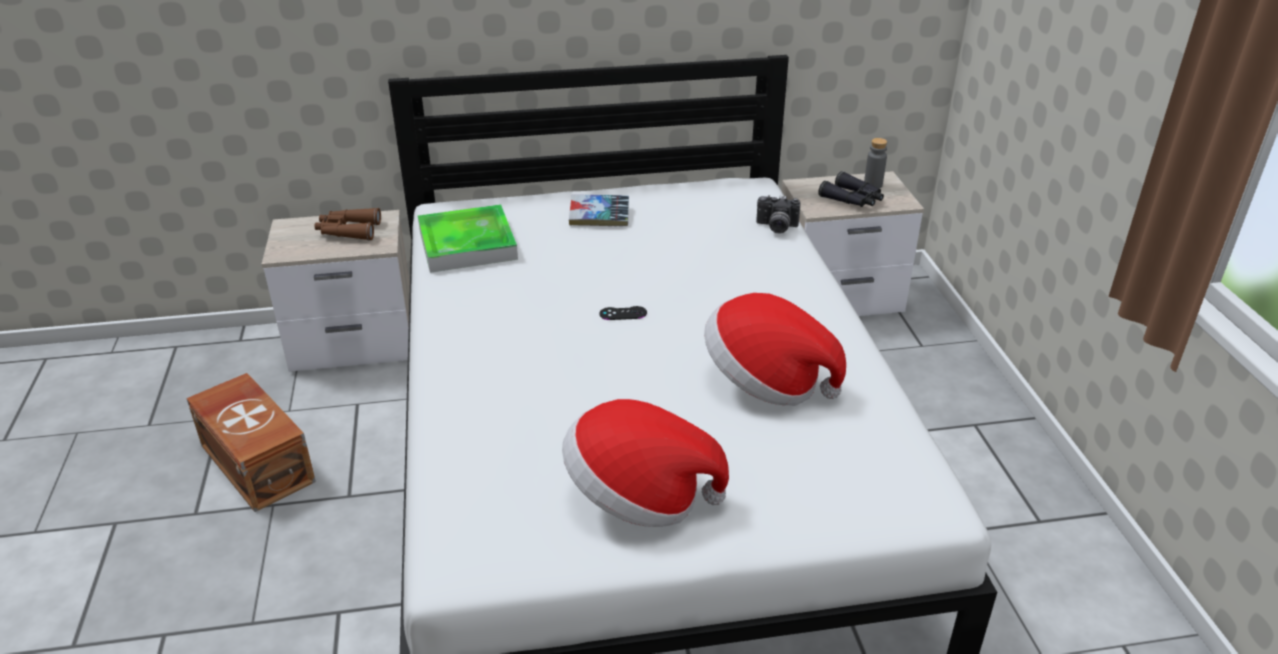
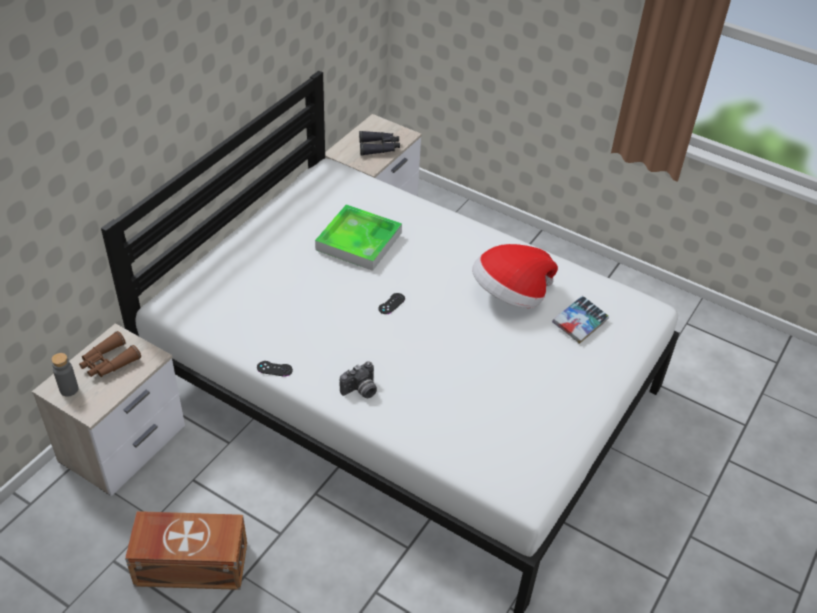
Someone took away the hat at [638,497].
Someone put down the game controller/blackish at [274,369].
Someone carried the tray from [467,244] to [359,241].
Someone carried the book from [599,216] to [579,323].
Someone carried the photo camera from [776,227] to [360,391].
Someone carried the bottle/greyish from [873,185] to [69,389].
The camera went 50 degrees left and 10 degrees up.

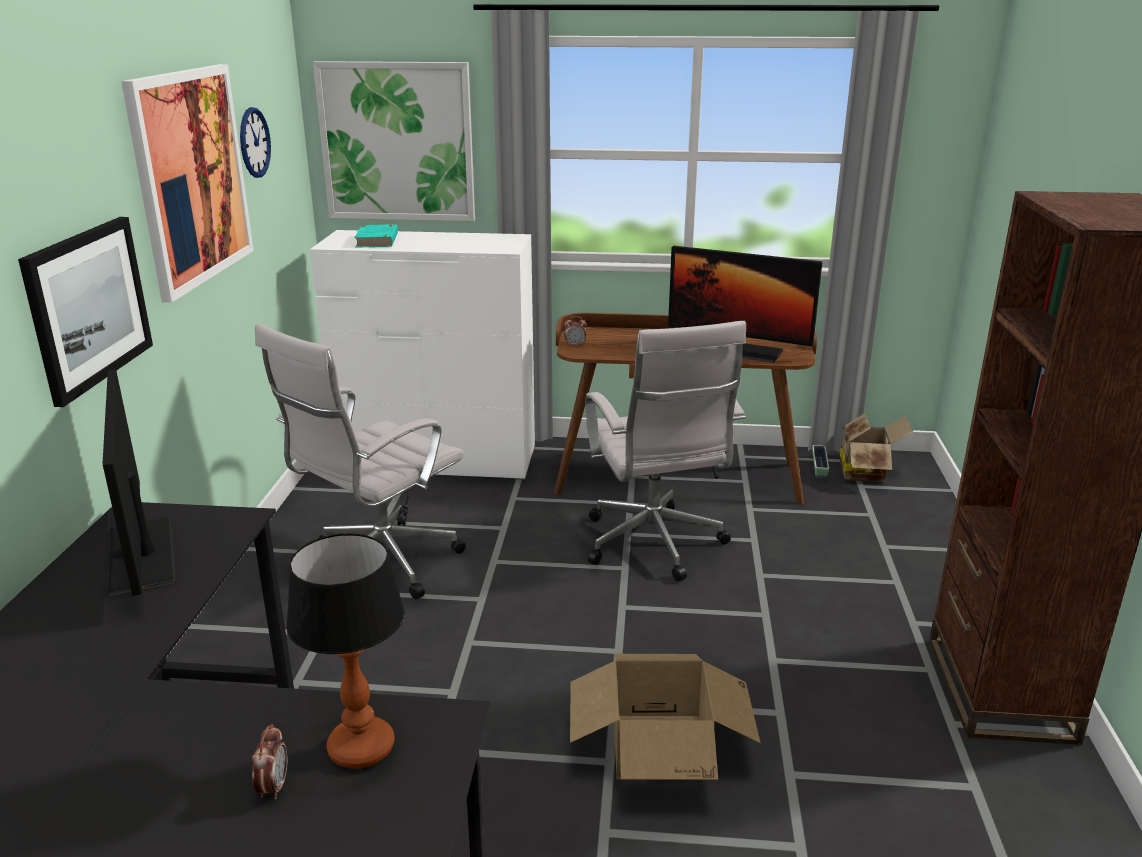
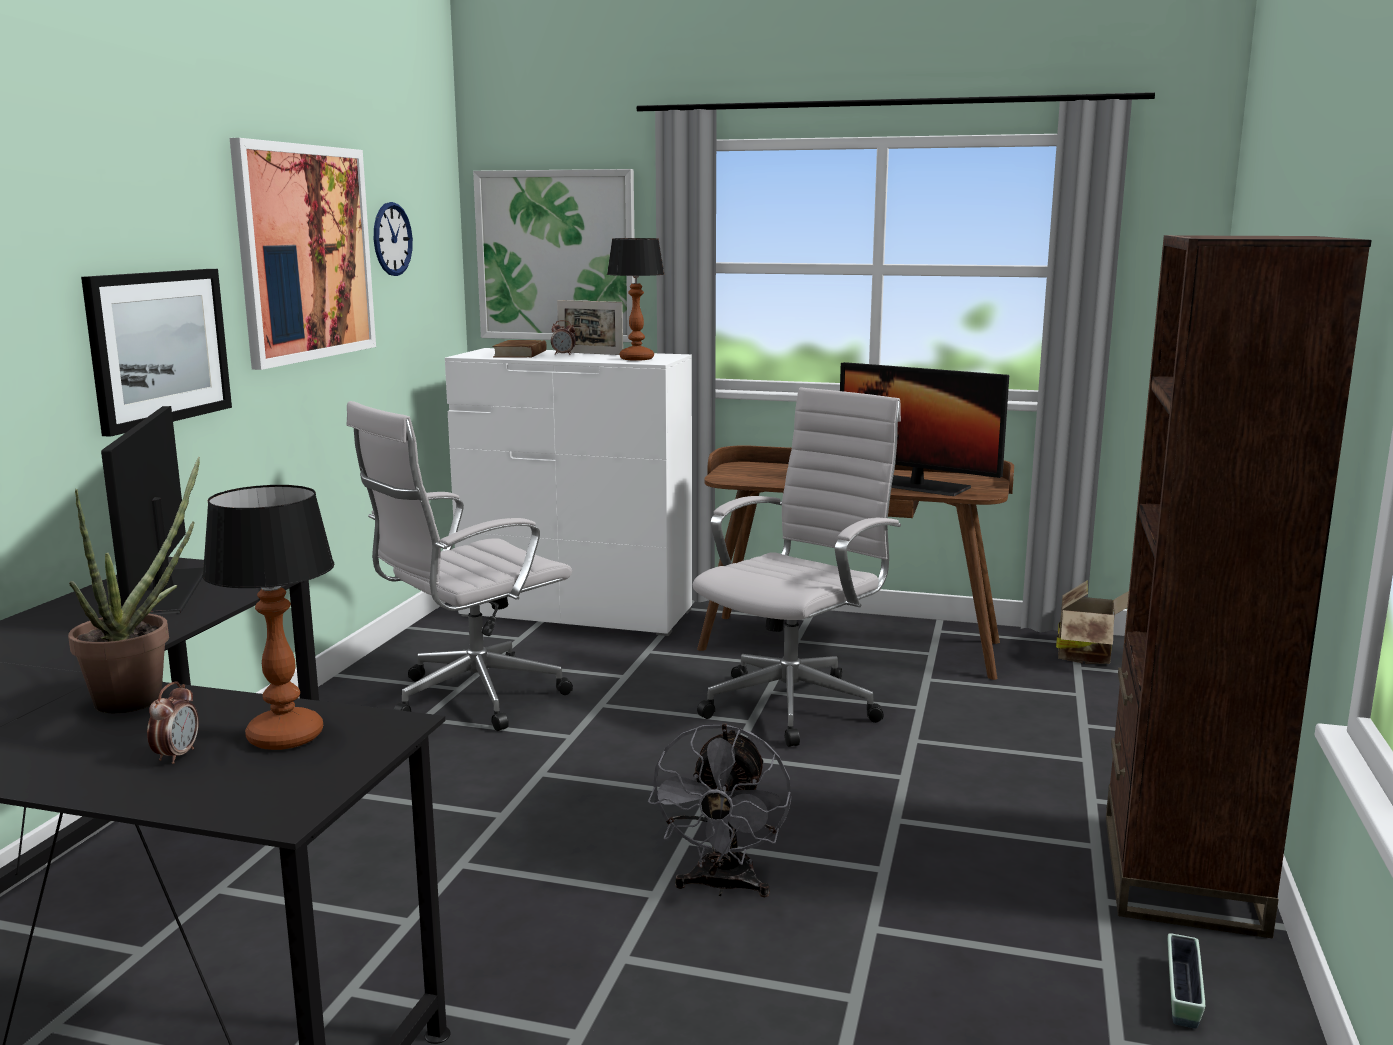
Someone put down the potted plant at [142,696].
Someone put down the photo frame at [590,353].
Someone put down the lamp for a table at [636,358].
Someone carried the bedside clock from [575,345] to [563,354].
Someone carried the plant pot from [819,468] to [1182,994].
Someone swapped the carton at [660,746] for the fan/greyish at [723,886].
Someone repainted the book/turquoise-coloured at [377,240], which became the book/brown at [520,354].
Someone rotated the office chair/white at [655,546] by 135 degrees counterclockwise.
The camera went 10 degrees right and 10 degrees down.

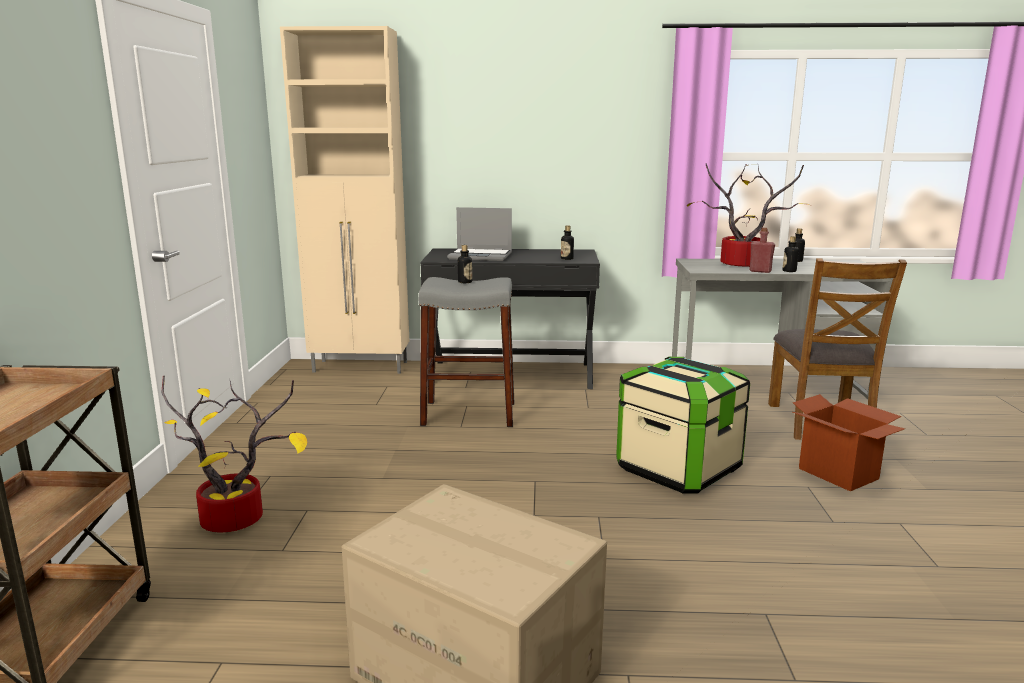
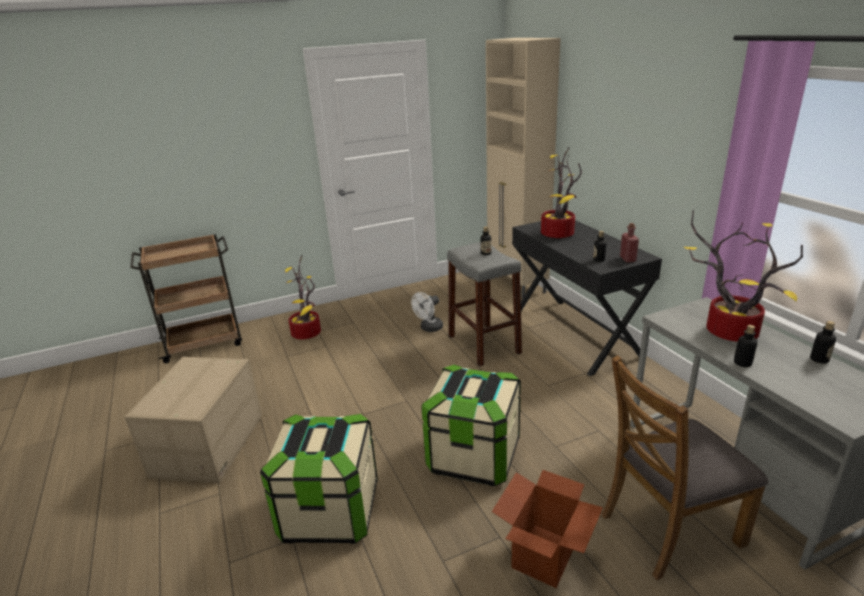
Someone put down the storage bin at [330,512].
Someone put down the fan/white at [429,328].
Someone carried the bottle/reddish from [760,271] to [627,259].
Someone swapped the portable computer at [481,256] for the potted plant at [560,235].
The camera went 65 degrees right and 10 degrees up.

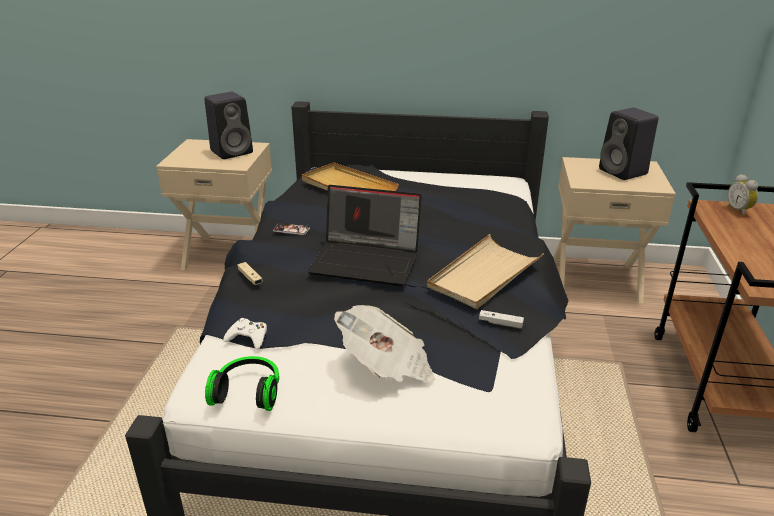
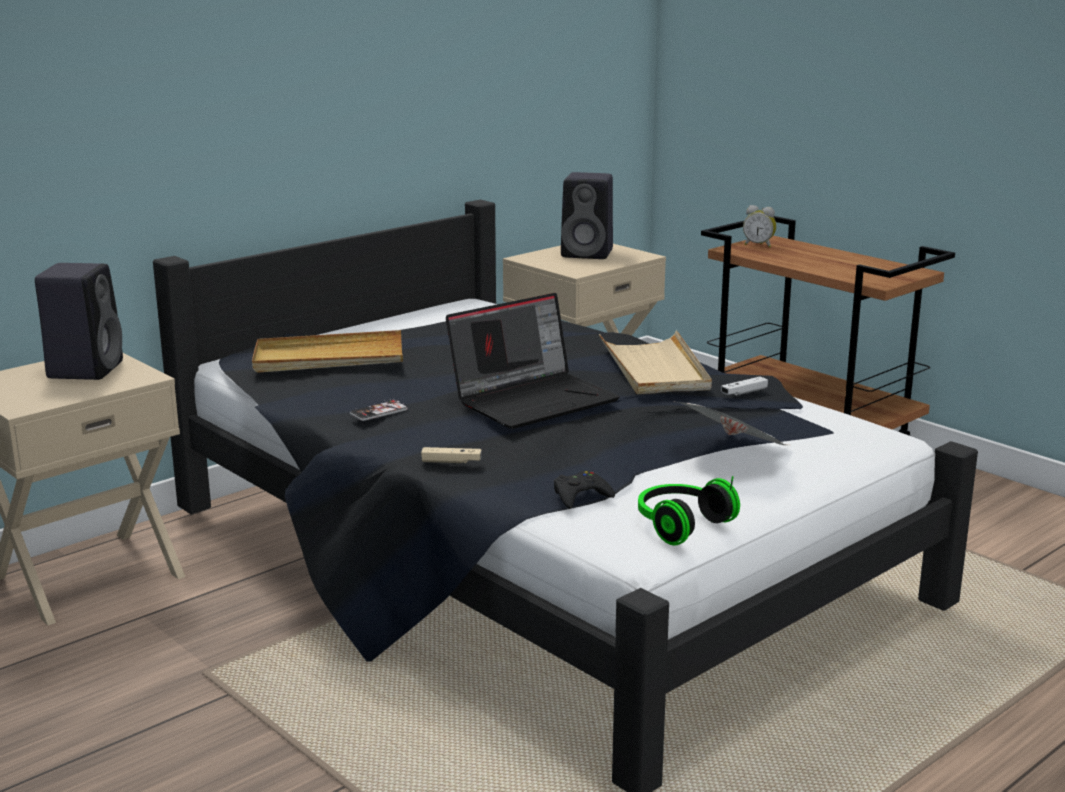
Someone repainted the game controller/white at [248,337], which became the game controller/blackish at [580,496].
The camera went 50 degrees left and 10 degrees down.

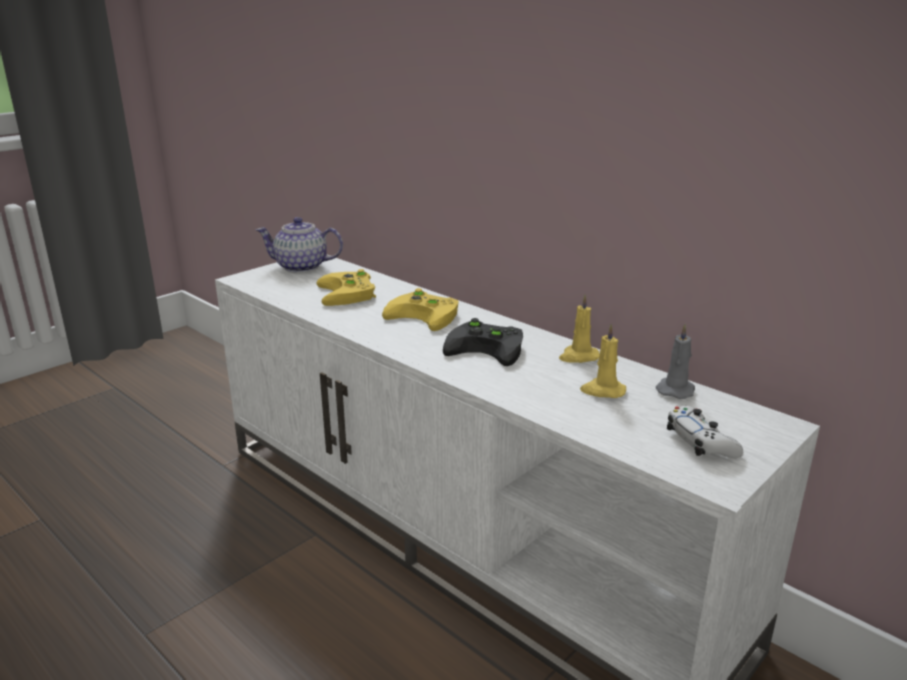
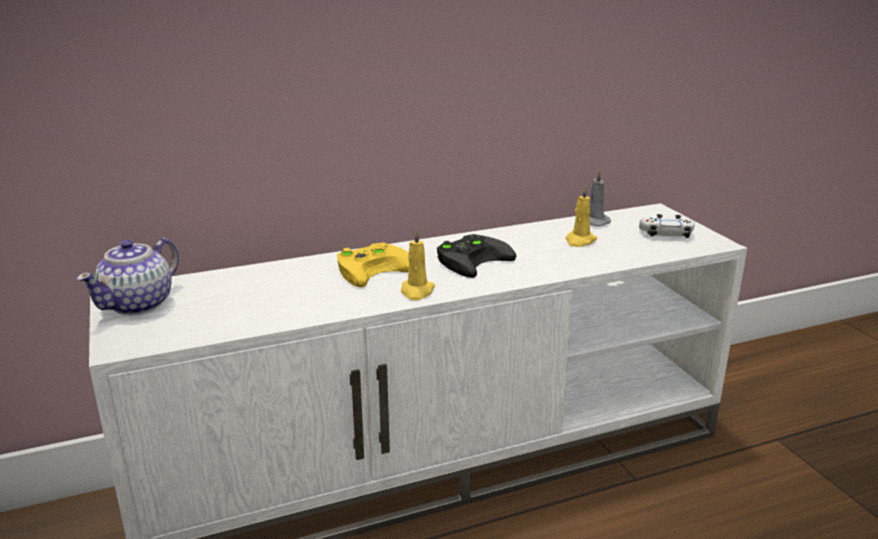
Someone took away the game controller/yellow at [349,294].
Someone carried the wax candle/yellow from [578,357] to [417,291].
The camera went 65 degrees left and 0 degrees up.

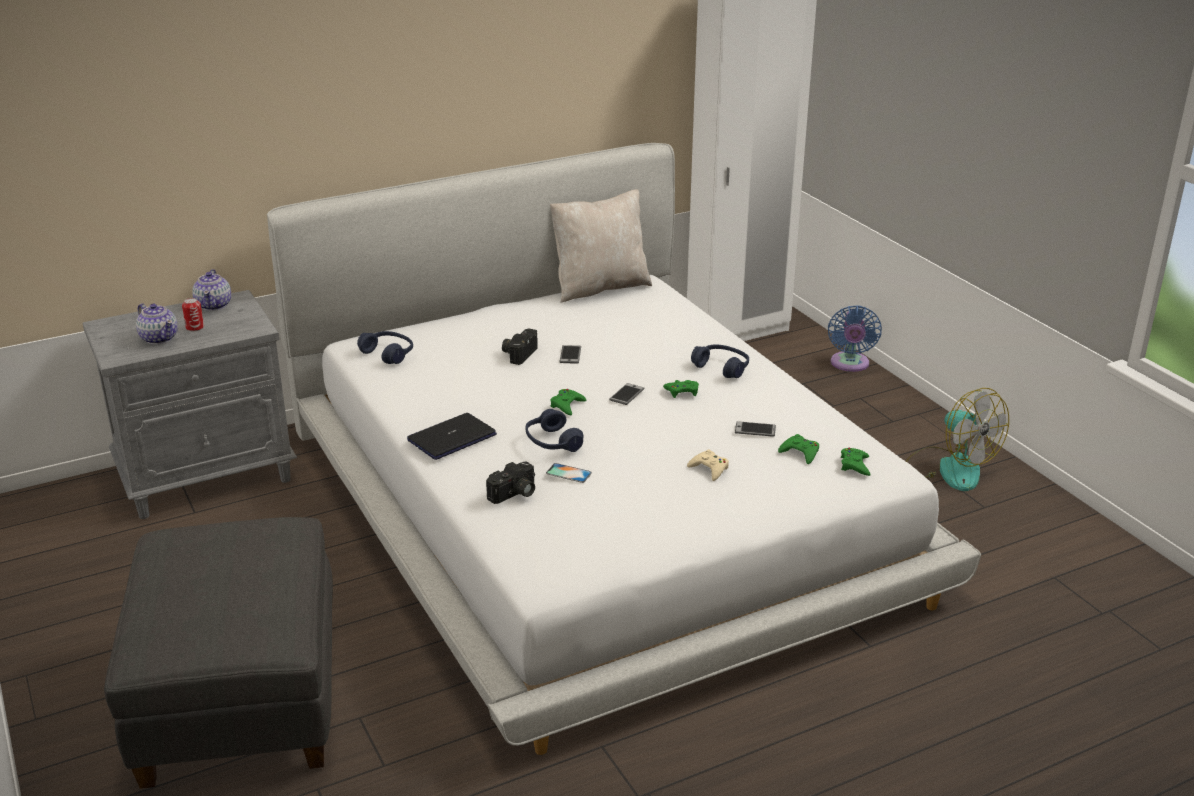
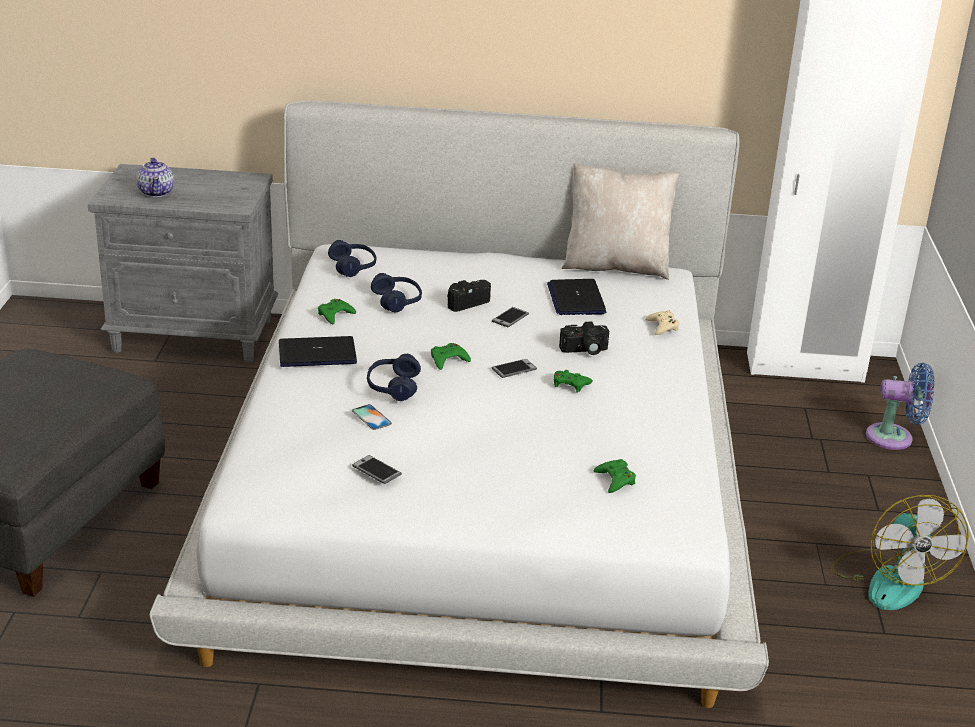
Someone took away the metal can at [195,327].
Someone took away the tea pot at [214,305].
Someone put down the portable computer at [576,299].
Someone carried the photo camera from [514,494] to [584,350].
Someone carried the game controller/sand-coloured from [709,469] to [662,326].
Someone carried the headphones/blue from [721,368] to [397,301].
Someone carried the telephone from [755,430] to [376,470].
Someone carried the game controller/greenish from [855,465] to [335,315].
Someone rotated the fan/blue at [849,364] by 120 degrees counterclockwise.
The camera went 30 degrees right and 0 degrees up.

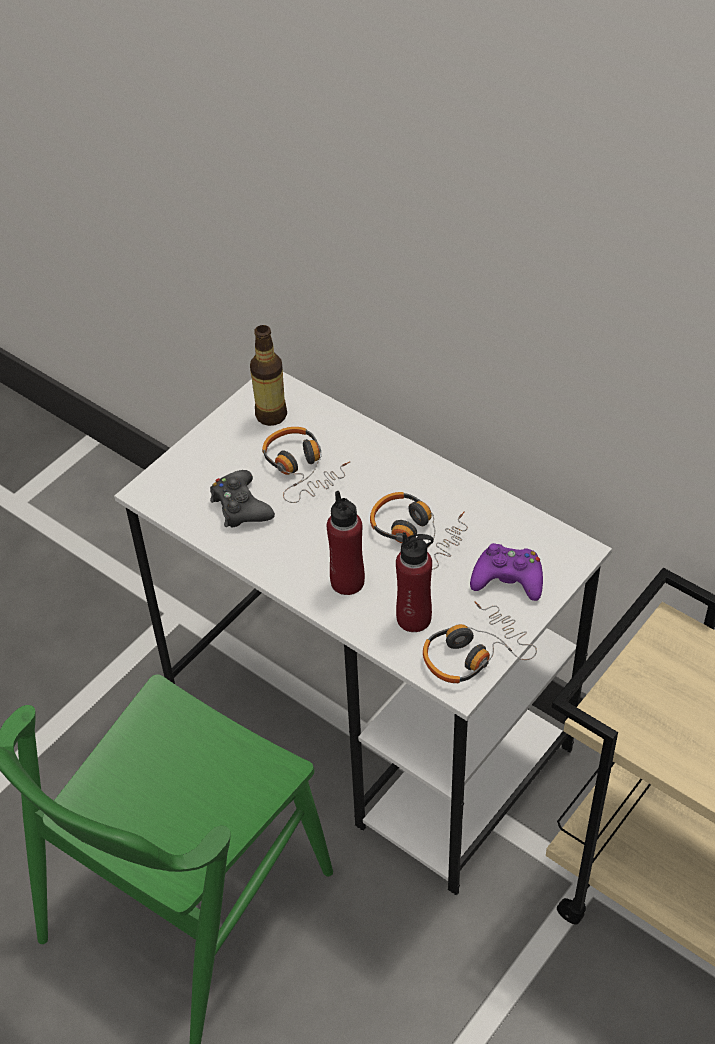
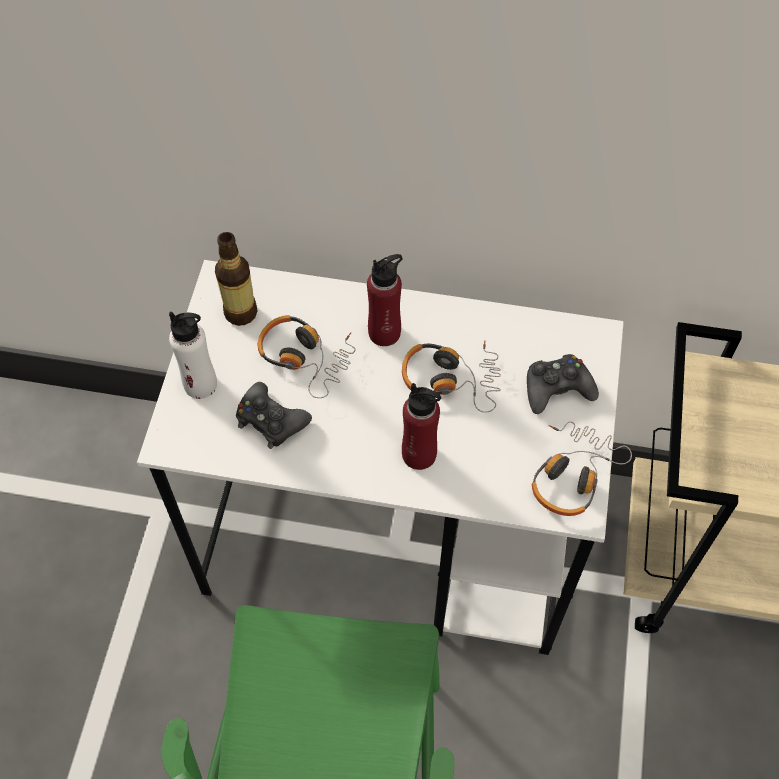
Someone put down the bottle/white at [200,384].
Someone carried the bottle/reddish from [414,618] to [384,333].
Someone repainted the game controller/purple at [508,579], which became the game controller/blackish at [557,388].
The camera went 30 degrees left and 10 degrees up.

